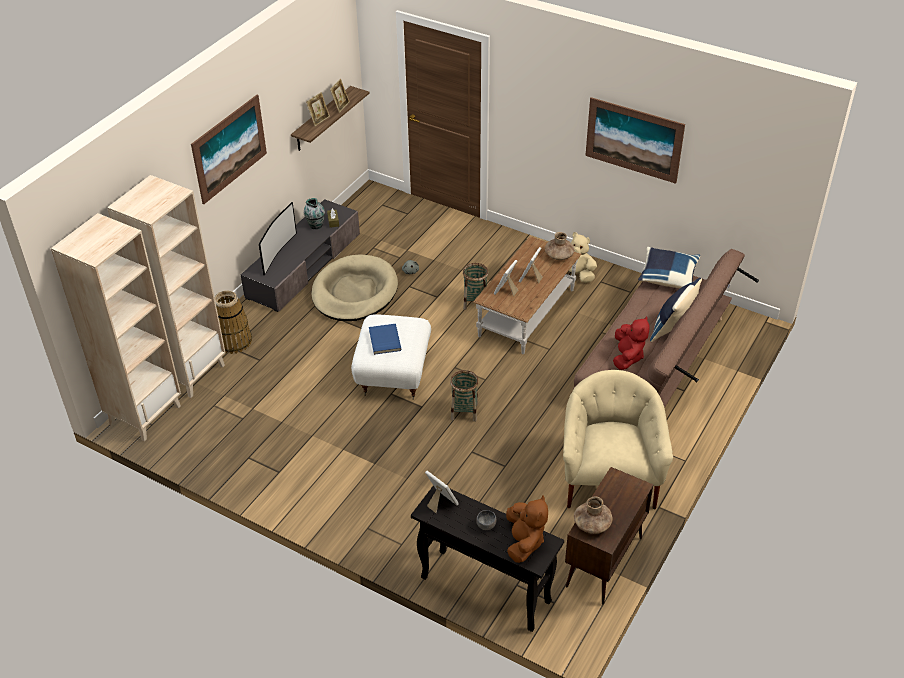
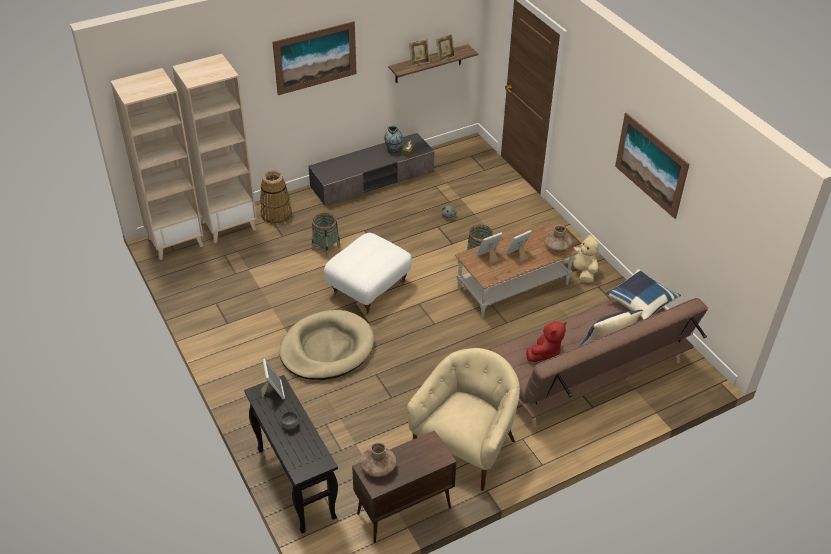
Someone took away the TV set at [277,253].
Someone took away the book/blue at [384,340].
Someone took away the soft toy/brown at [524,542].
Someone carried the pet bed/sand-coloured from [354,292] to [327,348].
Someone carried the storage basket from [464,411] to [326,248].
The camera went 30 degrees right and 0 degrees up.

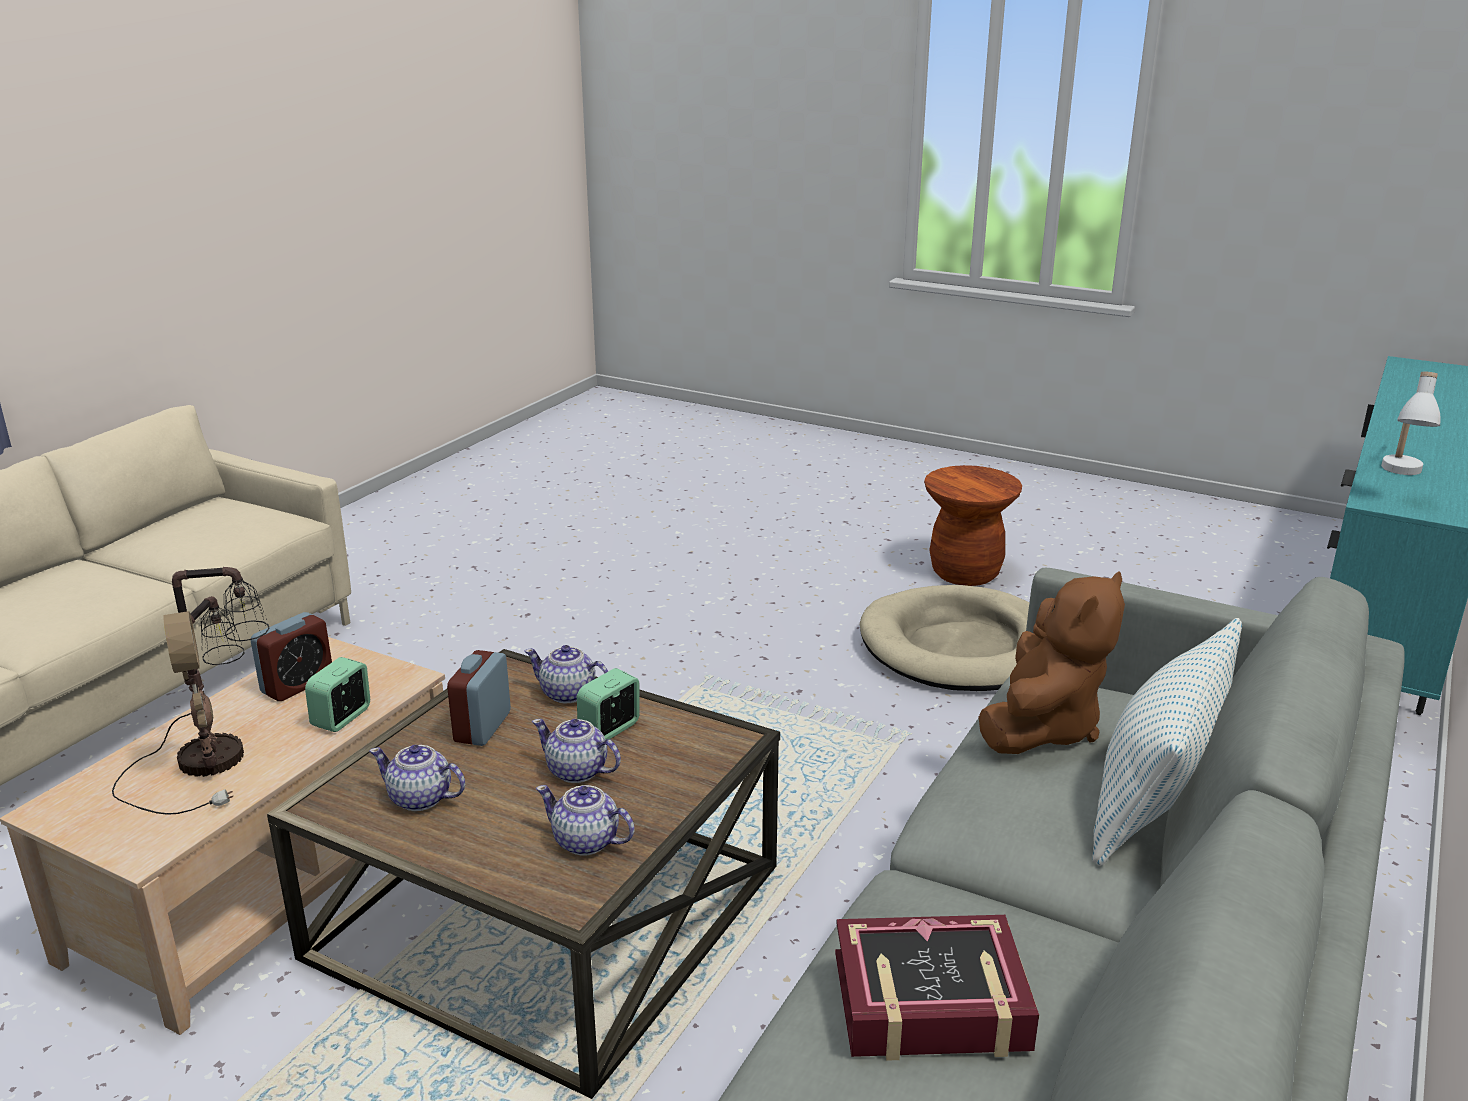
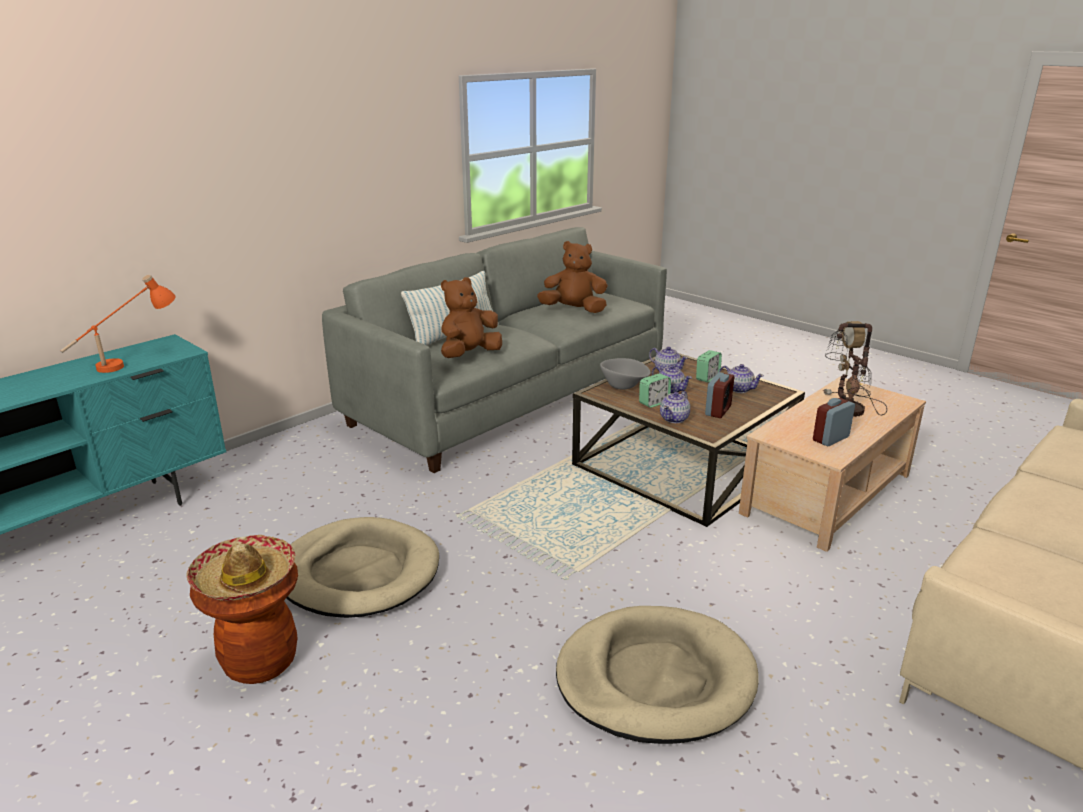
Someone put down the hat at [244,578].
Someone put down the pet bed/sand-coloured at [655,679].
Someone put down the serving bowl/greyish at [625,387].
Someone carried the bedside clock from [342,718] to [707,378].
Someone swapped the book at [930,1002] for the soft toy/brown at [574,310].
Someone repainted the lamp for a table/white at [1400,477], which became the lamp for a table/orange at [129,362].
Someone rotated the tea pot at [568,694] by 90 degrees clockwise.
The camera went 165 degrees left and 0 degrees up.

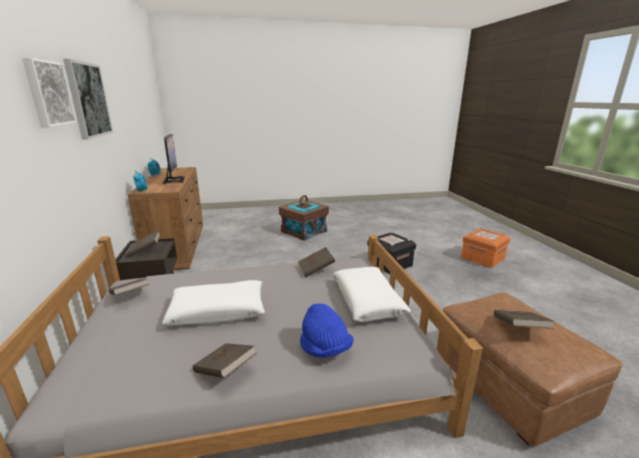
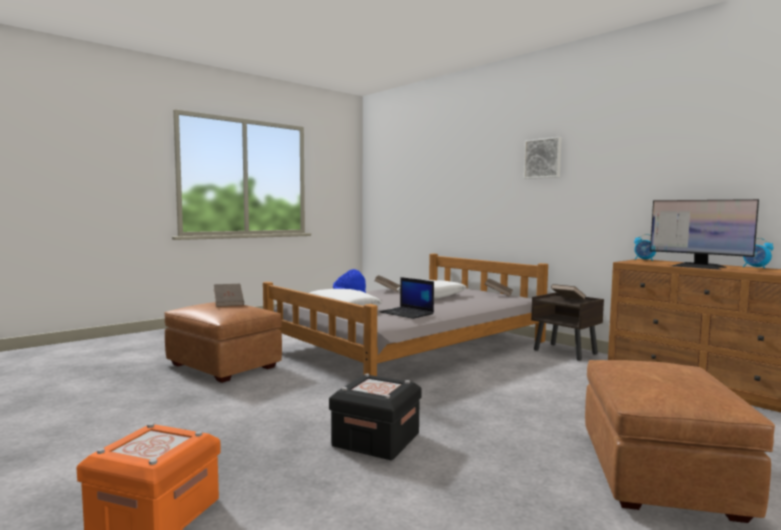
Someone took away the wall picture at [88,100].
Someone swapped the storage bin/brown at [303,231] for the footrest/brown at [659,474].
Someone swapped the book/brown at [316,270] for the portable computer at [407,313].
The camera went 150 degrees right and 15 degrees down.

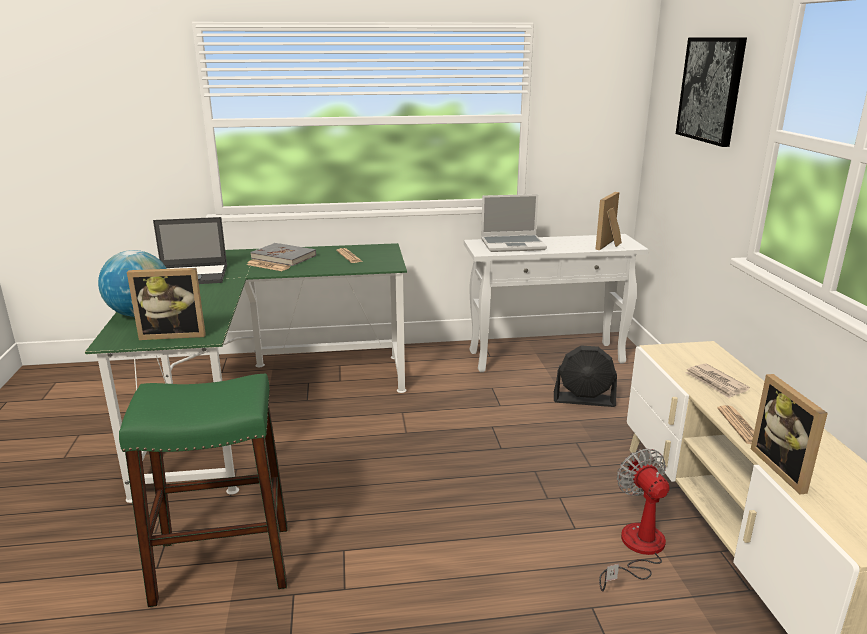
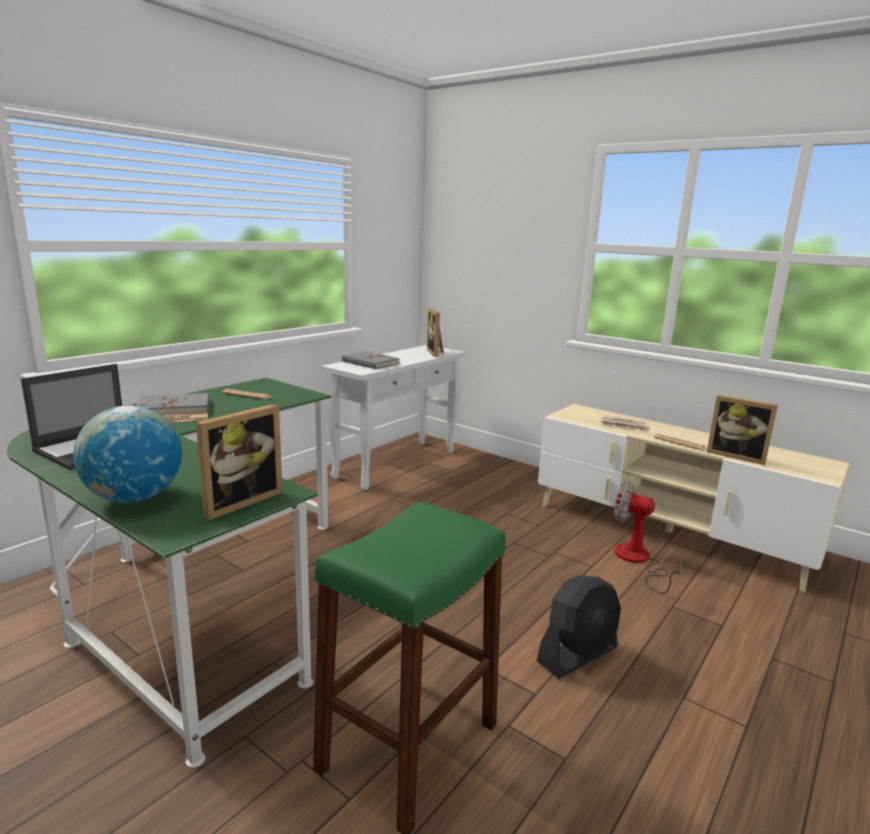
Someone took away the wall picture at [711,90].
Someone carried the fan/blackish from [584,400] to [578,654].
Someone swapped the portable computer at [513,244] for the book/greyish at [370,363].
The camera went 45 degrees left and 5 degrees down.

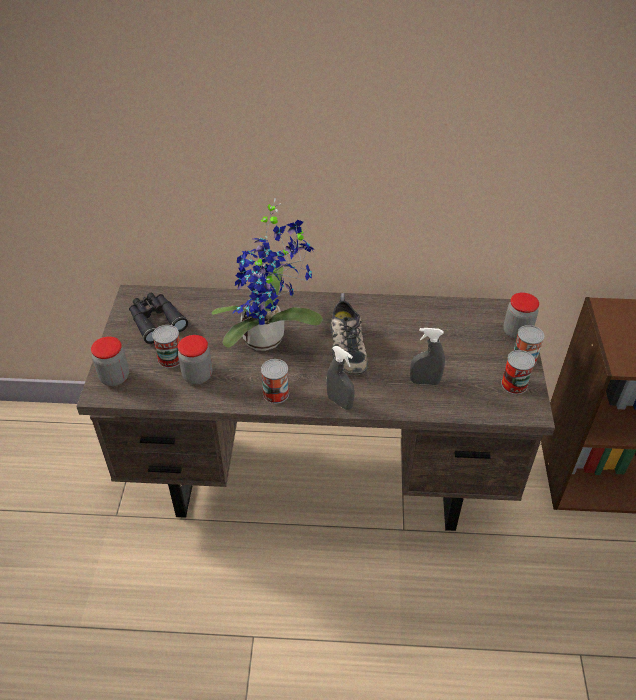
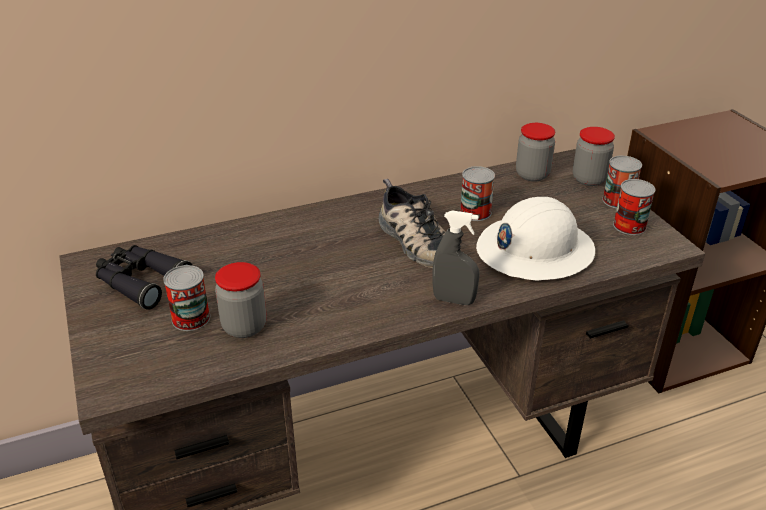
Someone took away the potted plant at [269,338].
Someone carried the preserve jar from [114,377] to [532,175].
Someone carried the metal can from [276,393] to [475,212].
Someone swapped the sprayer/greyish at [425,382] for the safety helmet/white at [534,250].
The camera went 25 degrees left and 10 degrees down.

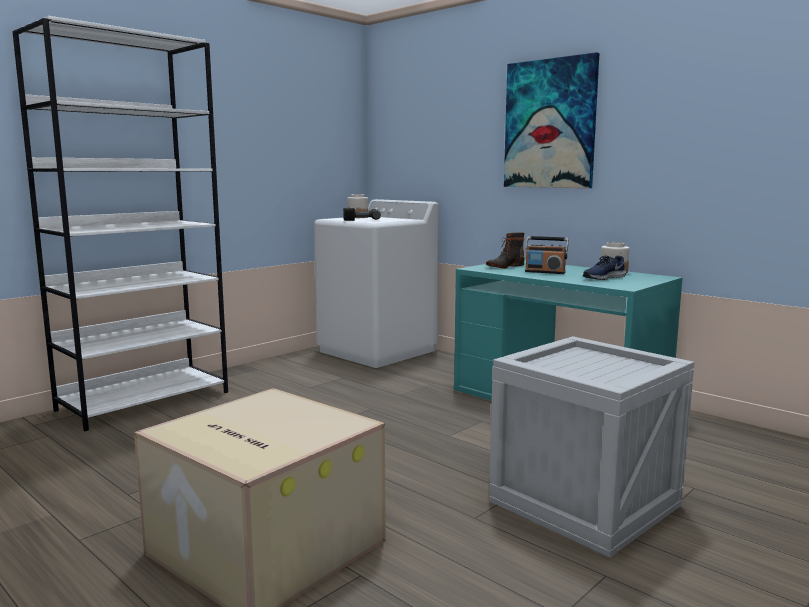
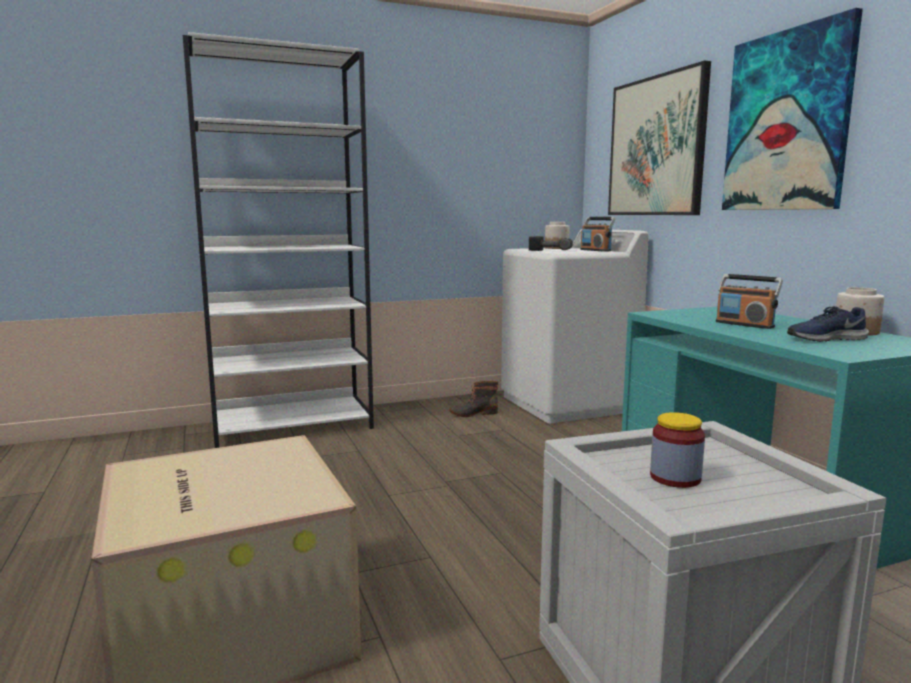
Someone put down the radio set at [595,250].
Someone put up the wall picture at [656,147].
Someone put down the preserve jar at [675,478].
Someone carried the boot from [504,266] to [473,413].
The camera went 25 degrees right and 0 degrees up.

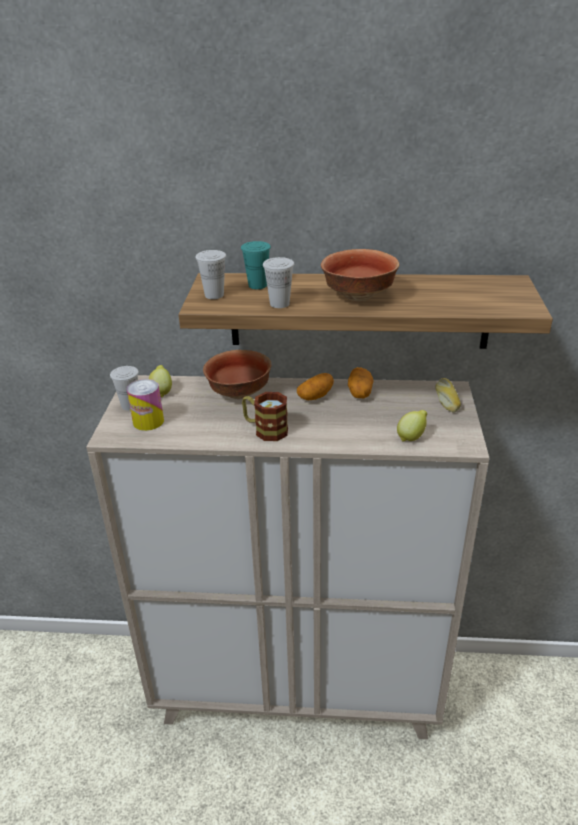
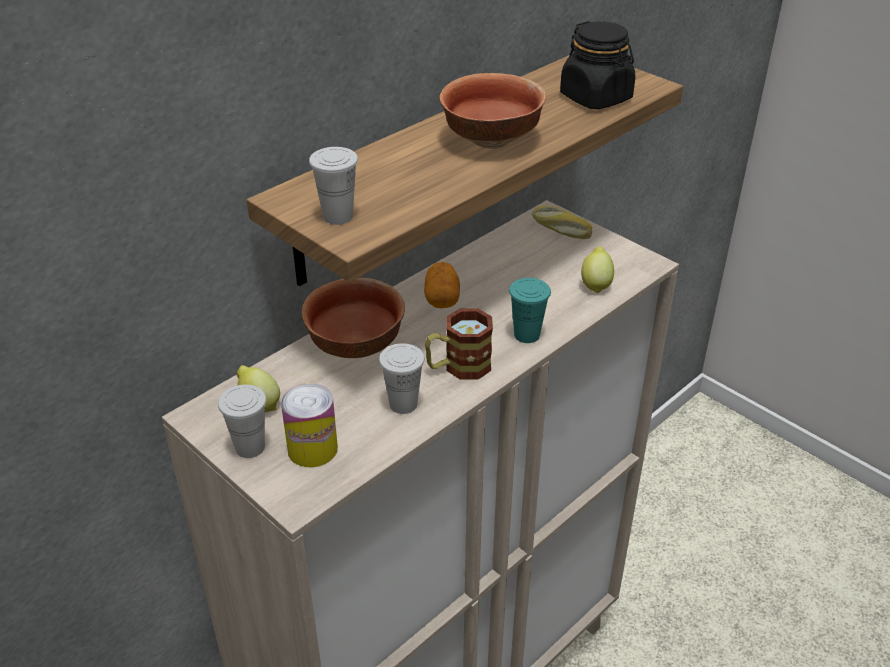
Someone took away the spud at [360,392].
Someone put down the preserve jar/blackish at [596,98].
Someone carried the cup/turquoise-coloured from [257,285] to [527,335].
Someone carried the cup/white from [279,304] to [403,404].
The camera went 50 degrees left and 5 degrees up.

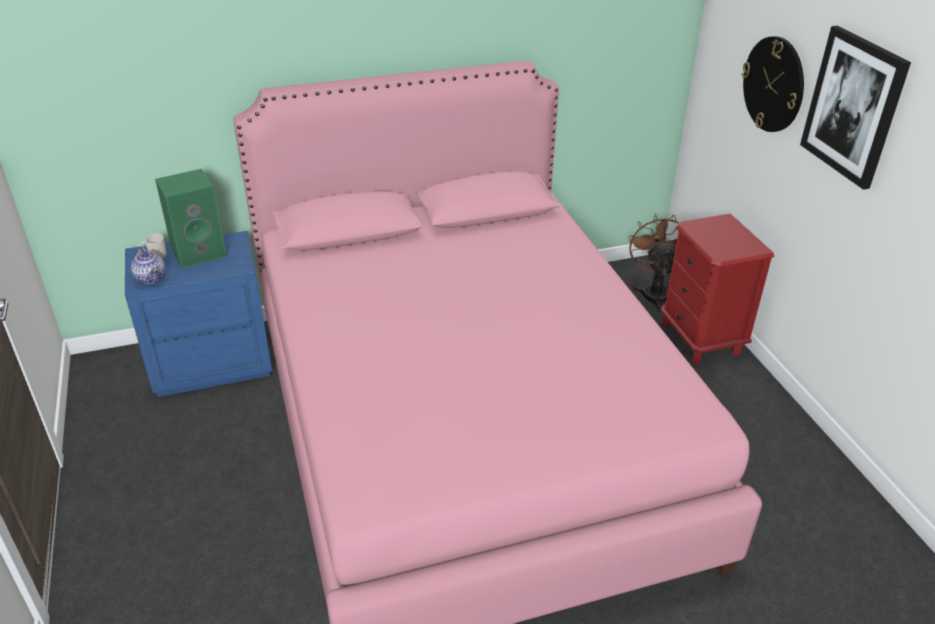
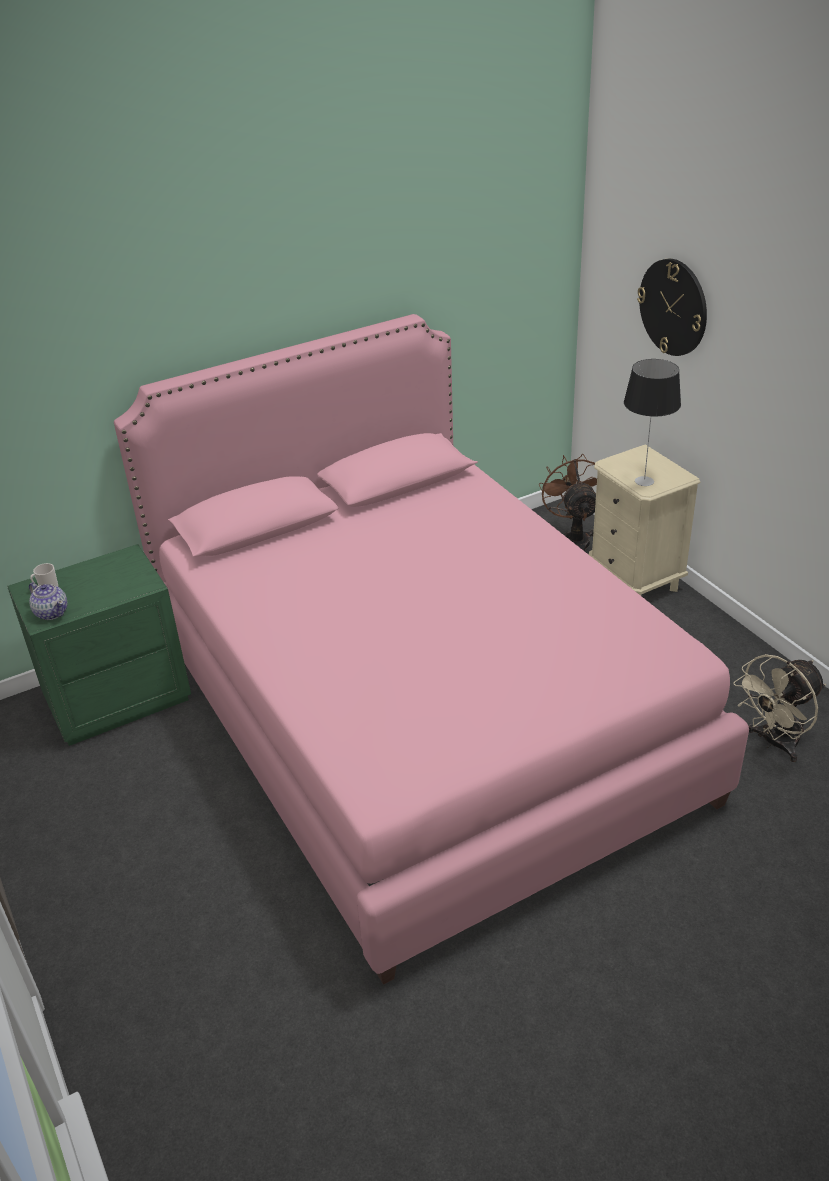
Someone took away the audio speaker/greenish at [200,252].
Someone took away the wall picture at [853,106].
Someone put down the lamp for a table at [644,481].
Someone put down the fan/sand-coloured at [774,743].
Someone repainted the night table/blue at [212,362], which became the night table/greenish at [117,697].
Someone repainted the night table/reddish at [700,339], which became the night table/sand-coloured at [634,580].
The camera went 10 degrees left and 0 degrees up.

